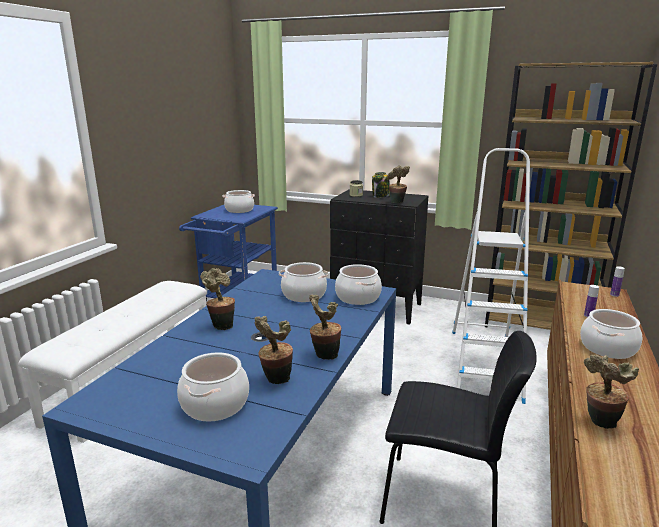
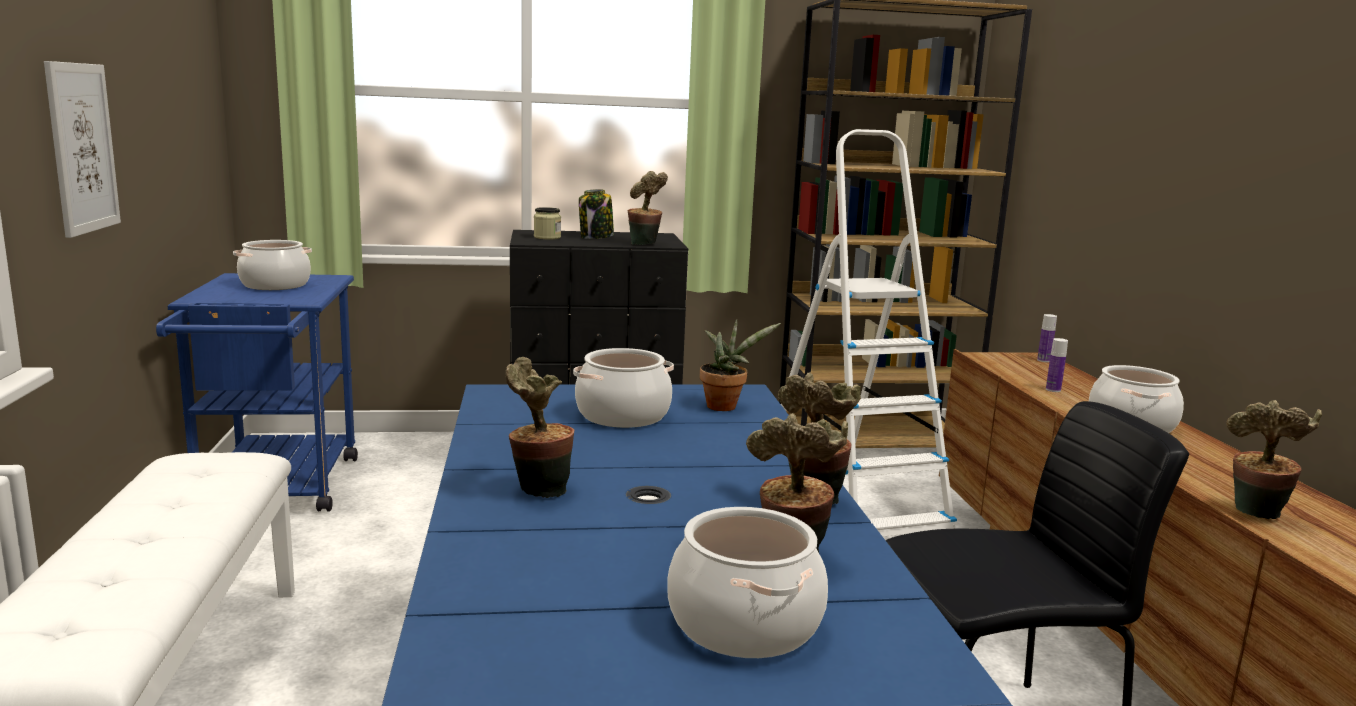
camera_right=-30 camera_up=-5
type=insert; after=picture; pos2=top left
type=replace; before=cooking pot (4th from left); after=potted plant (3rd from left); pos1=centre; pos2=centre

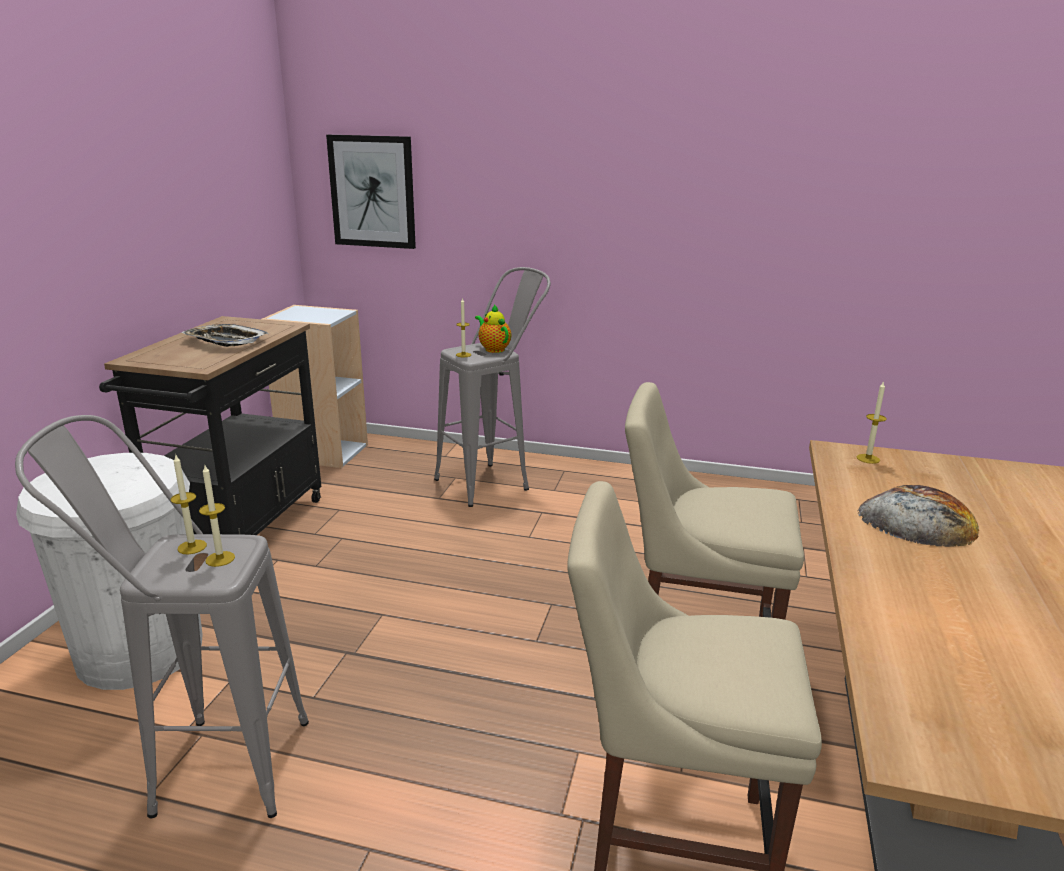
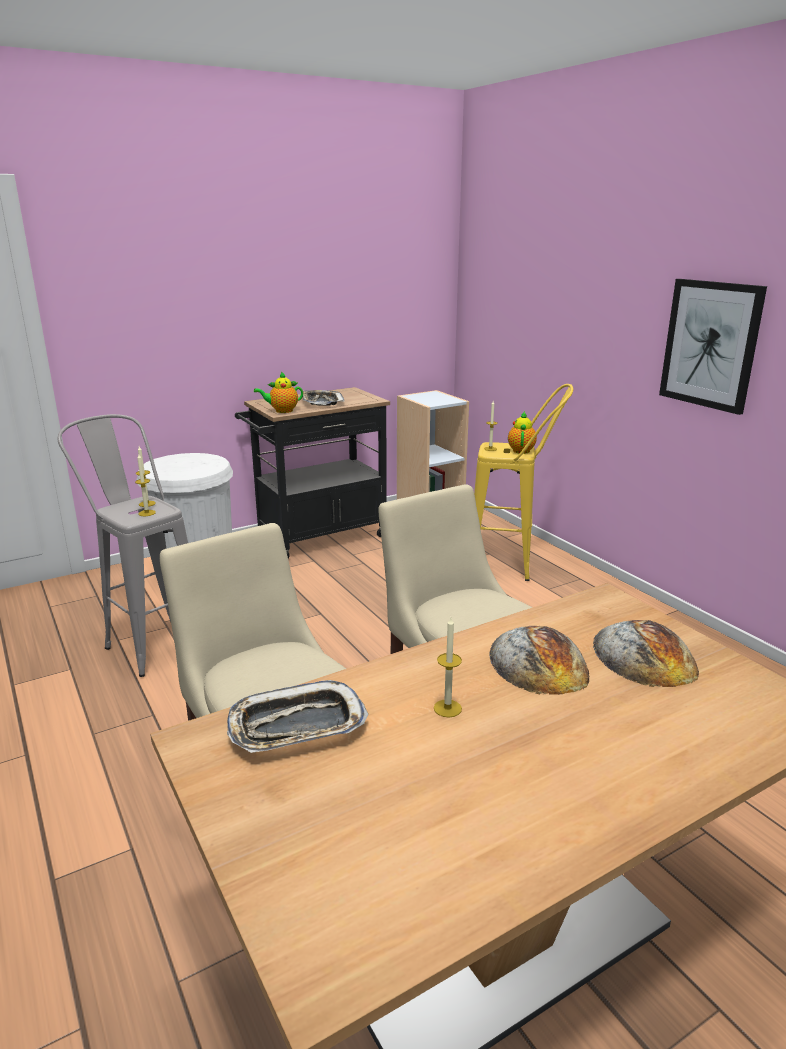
camera_right=45 camera_up=0
type=insert; after=tray (1st from left); pos2=bottom centre
type=insert; after=teapot (1st from left); pos2=centre
type=insert; after=bread (2nd from left); pos2=middle right
type=move; before=picture; pos1=top centre; pos2=top right
type=move; before=candle (4th from left in the first image); after=candle (3rd from left); pos1=middle right; pos2=centre
type=recolor; before=grey stool (2nd from left); after=yellow stool; pos1=centre; pos2=centre

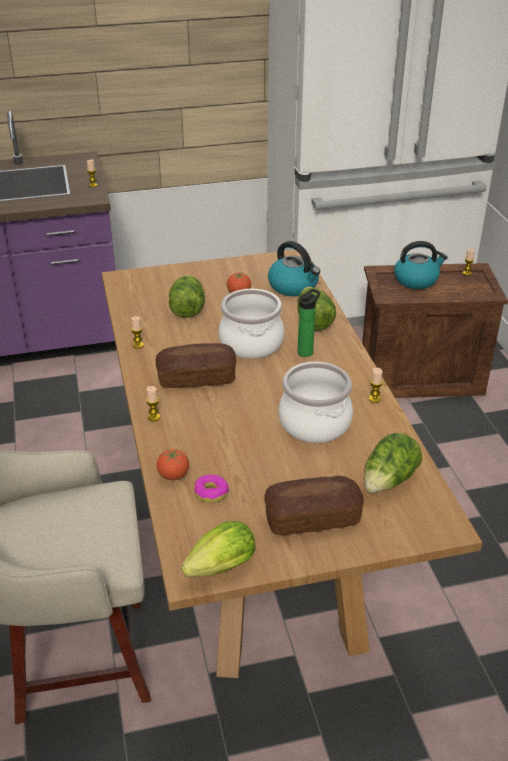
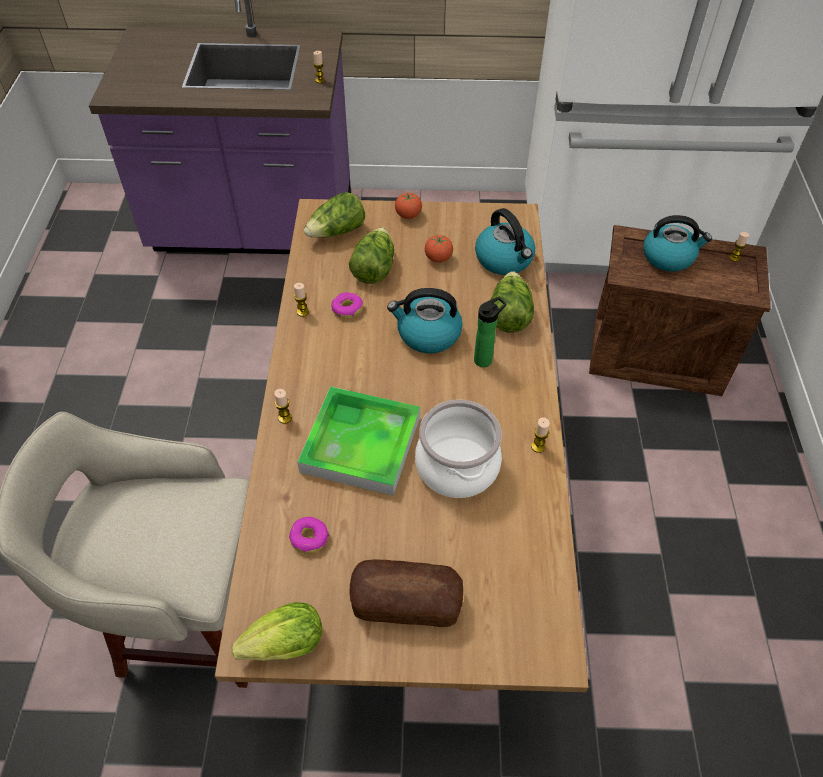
camera_right=15 camera_up=15
type=delete; before=bread (1st from left); pos1=centre
type=insert; after=tray; pos2=centre
type=insert; after=donut (2nd from left); pos2=centre
type=move; before=tomato (1st from left); pos1=centre; pos2=top centre
type=move; before=lettuce (4th from left in the first image); after=lettuce (2nd from left); pos1=middle right; pos2=top centre
type=replace; before=cooking pot (1st from left); after=kettle (1st from left); pos1=centre; pos2=centre

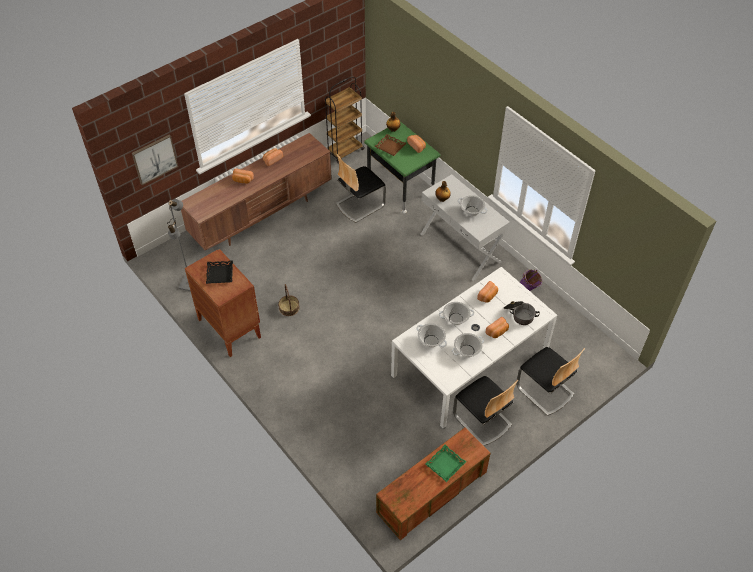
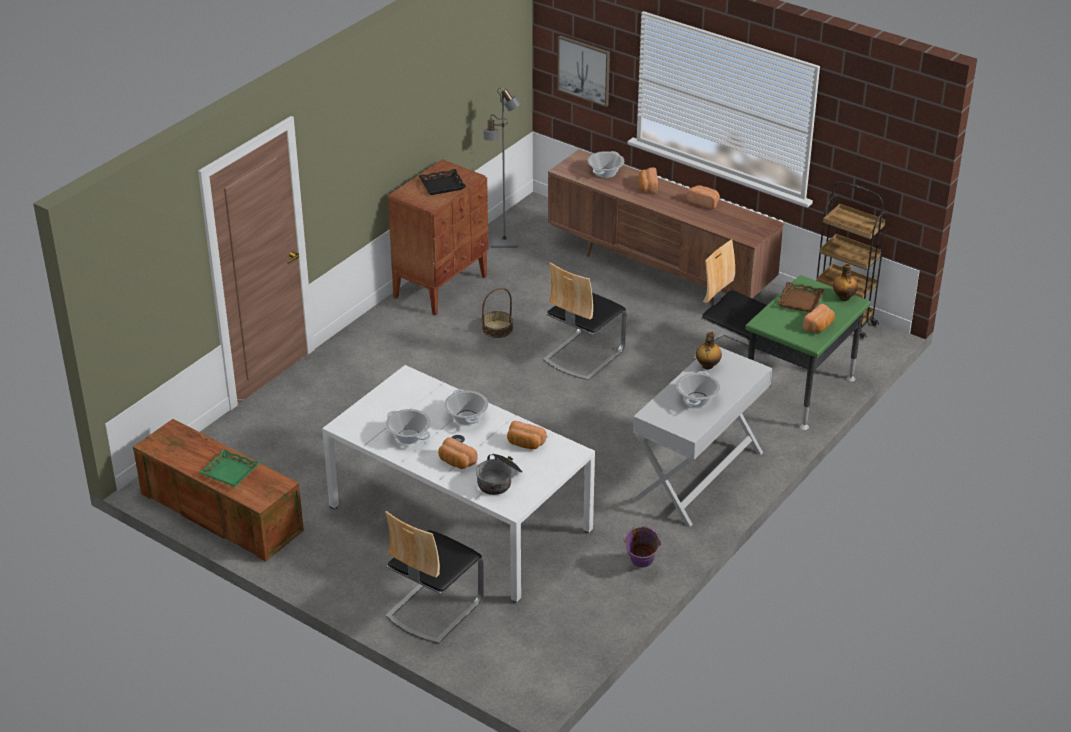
camera_right=75 camera_up=-15
type=move; before=cooking pot (1st from left in the first image); after=cooking pot (4th from left); pos1=centre; pos2=top centre
type=move; before=chair (2nd from left); pos1=bottom centre; pos2=centre

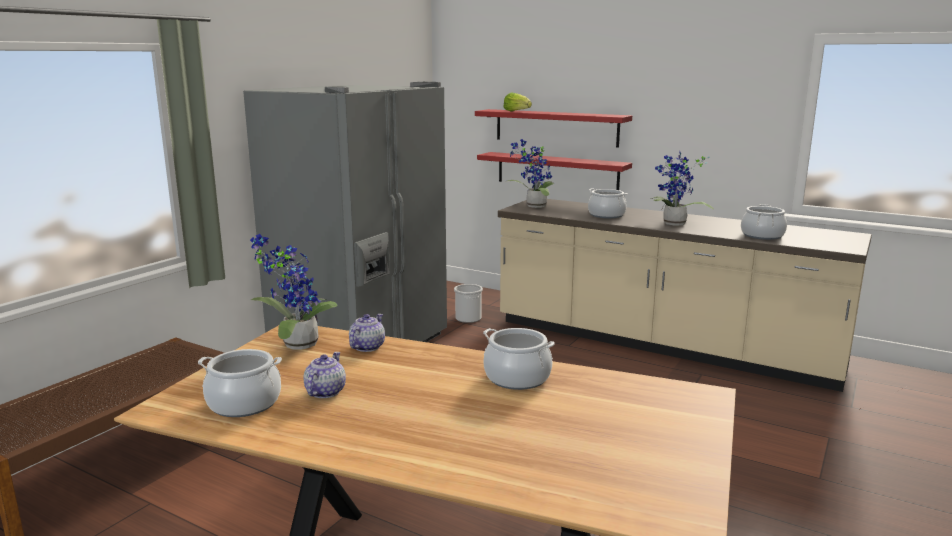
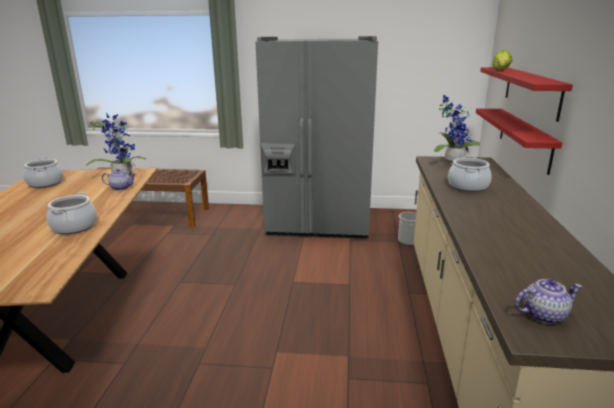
camera_right=65 camera_up=5
type=delete; before=potted plant (3rd from left); pos1=middle right
type=delete; before=cooking pot (4th from left); pos1=middle right
type=move; before=teapot (1st from left in the first image); after=teapot (2nd from left); pos1=bottom centre; pos2=bottom right

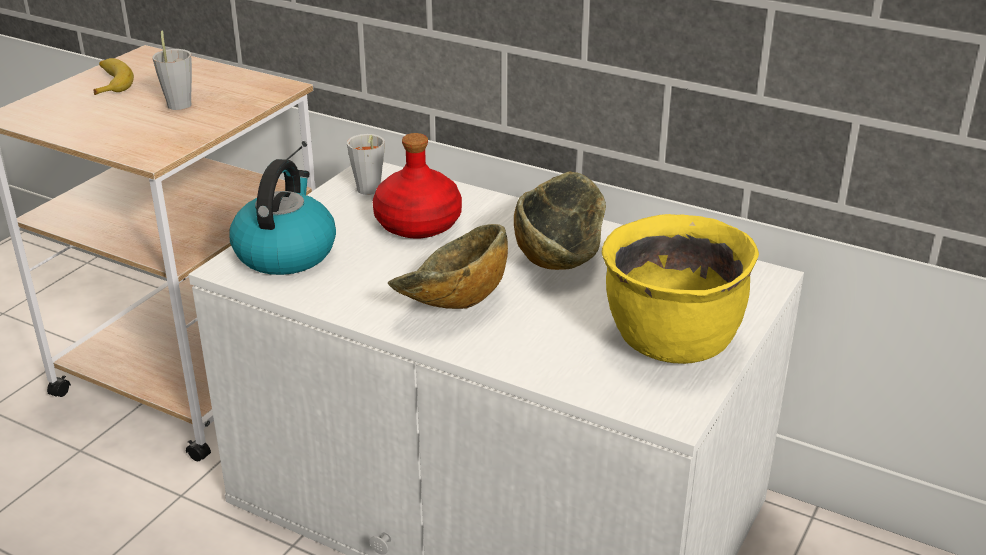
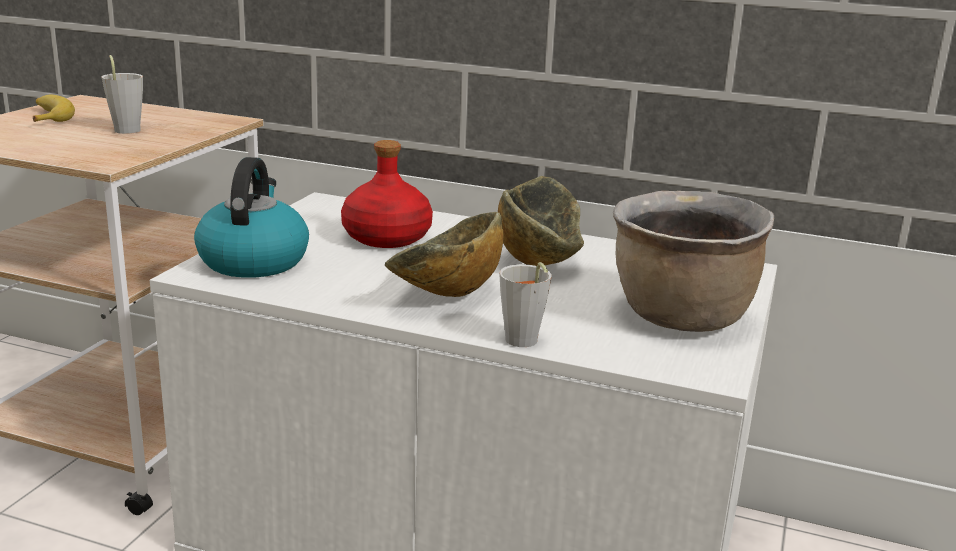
camera_right=-10 camera_up=-10
type=move; before=grey cup (2nd from left); pos1=top centre; pos2=centre
type=recolor; before=yellow cooking pot; after=brown cooking pot; pos1=middle right; pos2=middle right

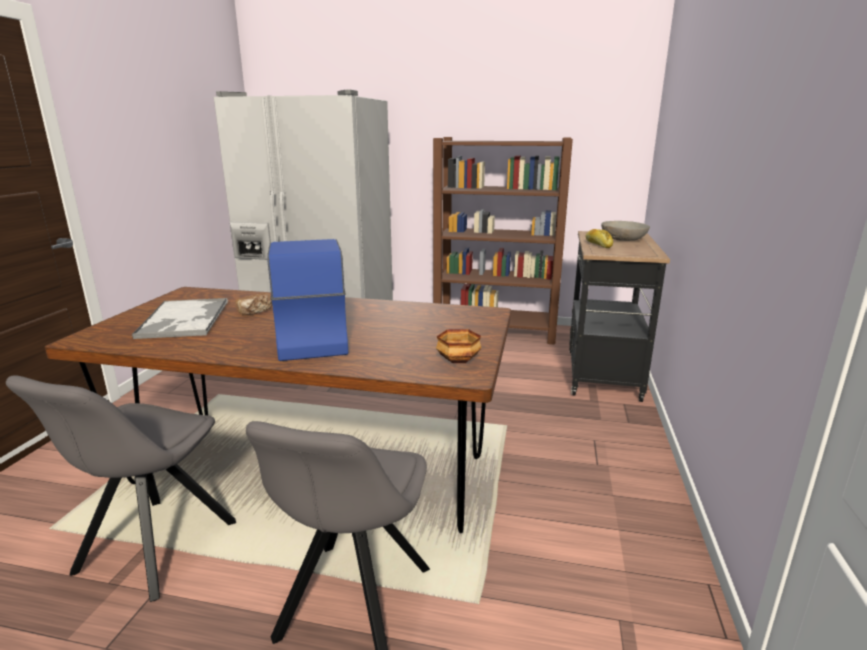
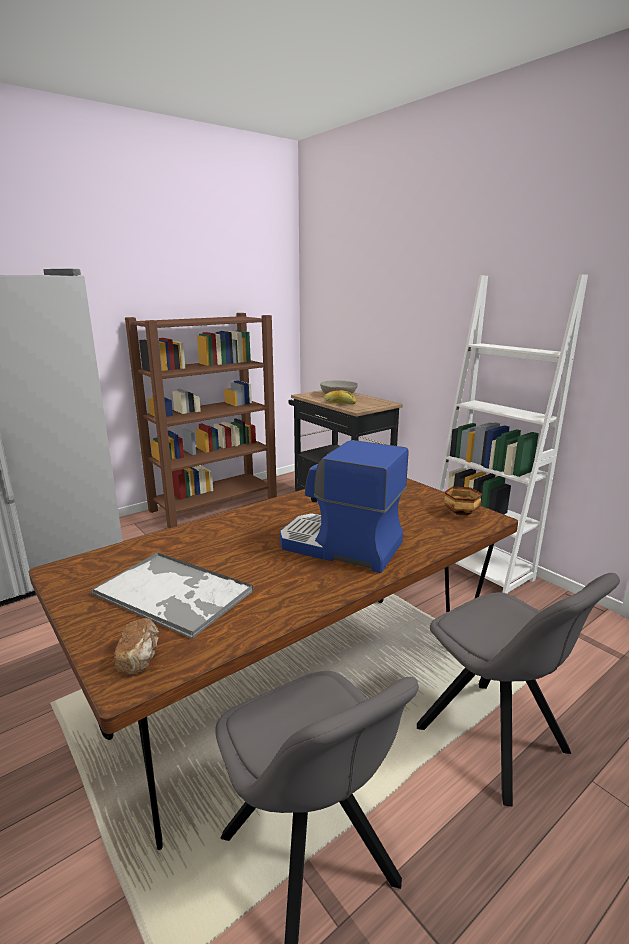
camera_right=-50 camera_up=0
type=insert; after=white bookcase; pos2=middle right
type=move; before=bread (1st from left); pos1=middle left; pos2=bottom left

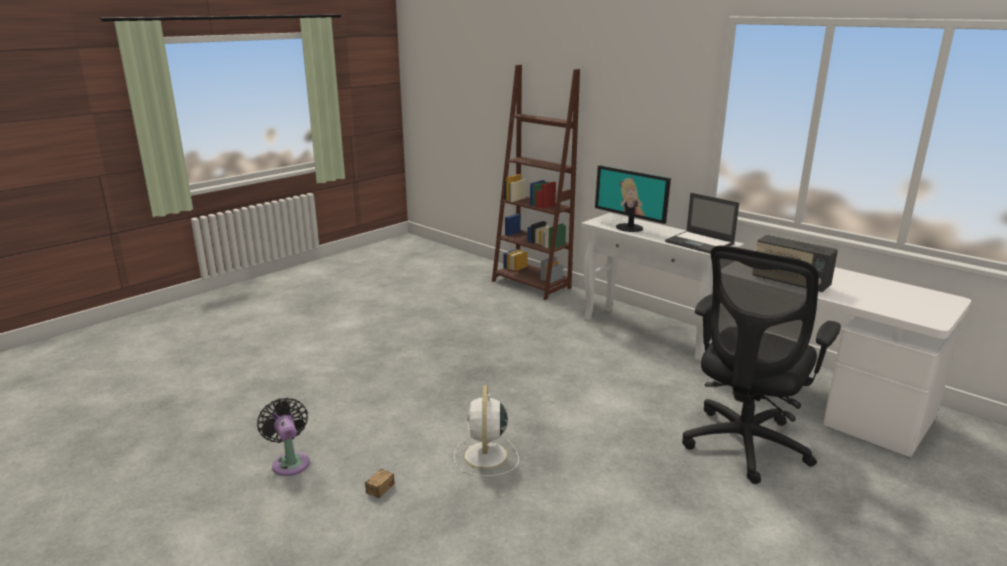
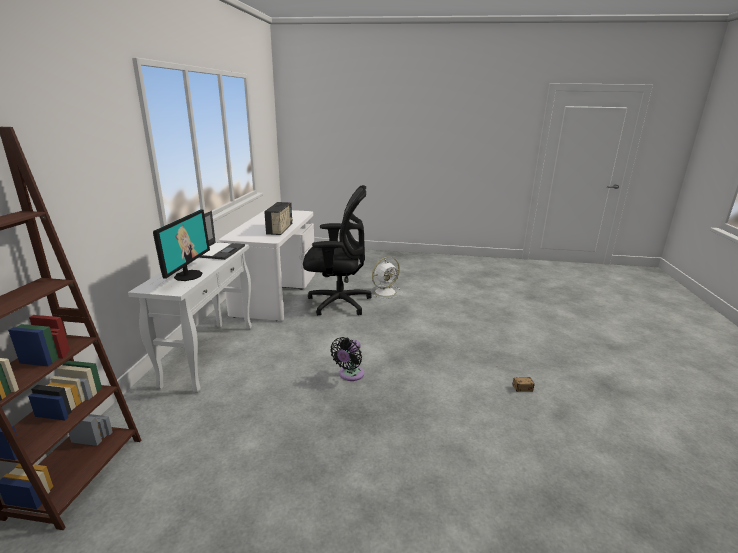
camera_right=-125 camera_up=0
type=move; before=black fan; pos1=bottom left; pos2=centre
type=move; before=white fan; pos1=bottom centre; pos2=centre

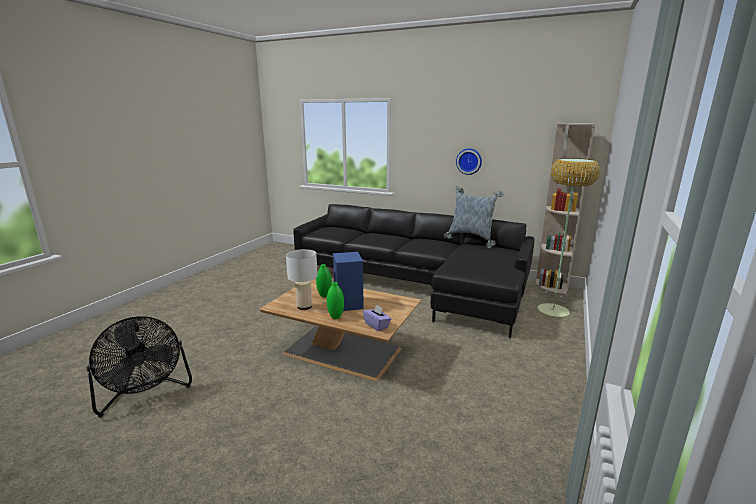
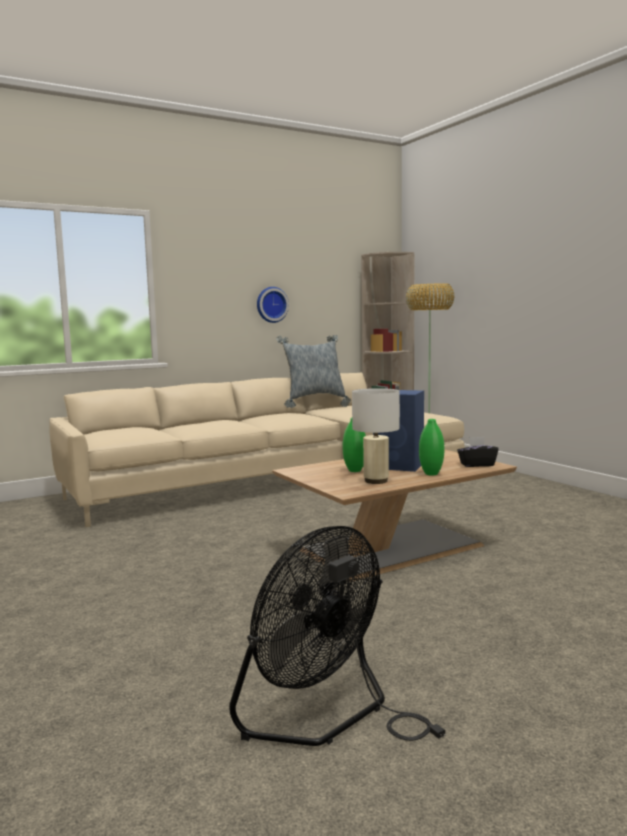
camera_right=-55 camera_up=-10
type=recolor; before=black sofa; after=beige sofa; pos1=centre; pos2=centre
type=recolor; before=purple tissue box; after=black tissue box; pos1=centre; pos2=middle right
type=rotate; before=black fan; pos1=bottom left; pos2=bottom centre; turn=-135

